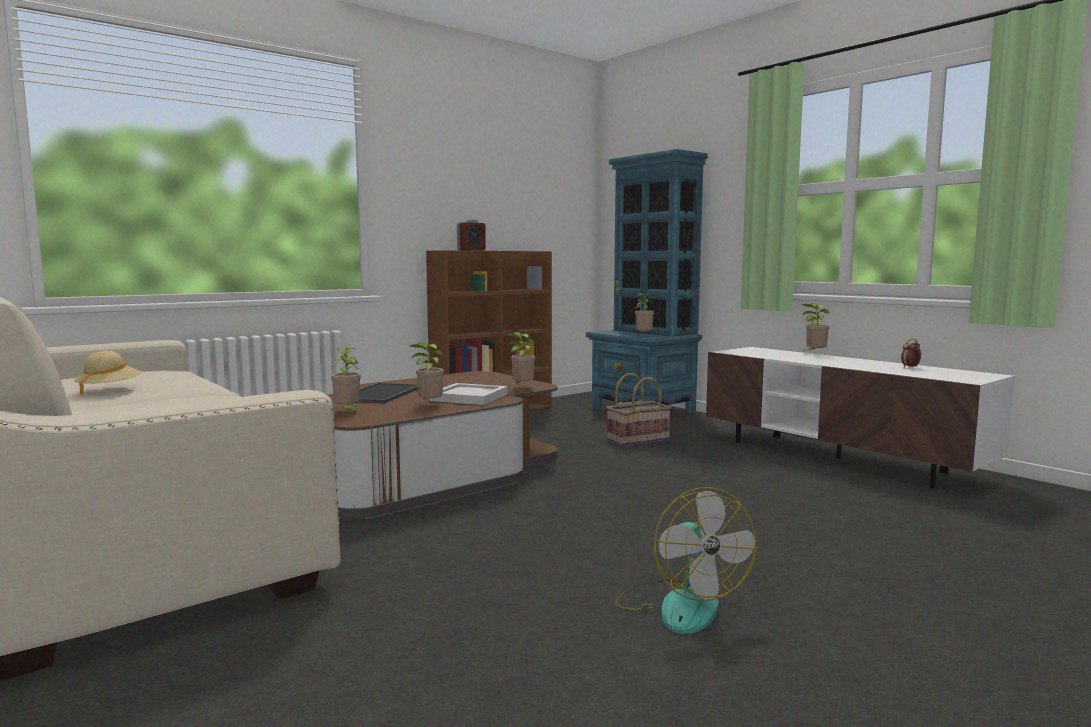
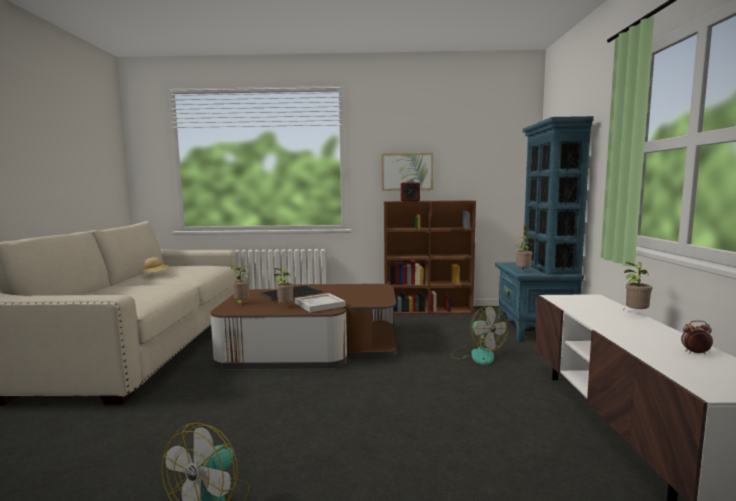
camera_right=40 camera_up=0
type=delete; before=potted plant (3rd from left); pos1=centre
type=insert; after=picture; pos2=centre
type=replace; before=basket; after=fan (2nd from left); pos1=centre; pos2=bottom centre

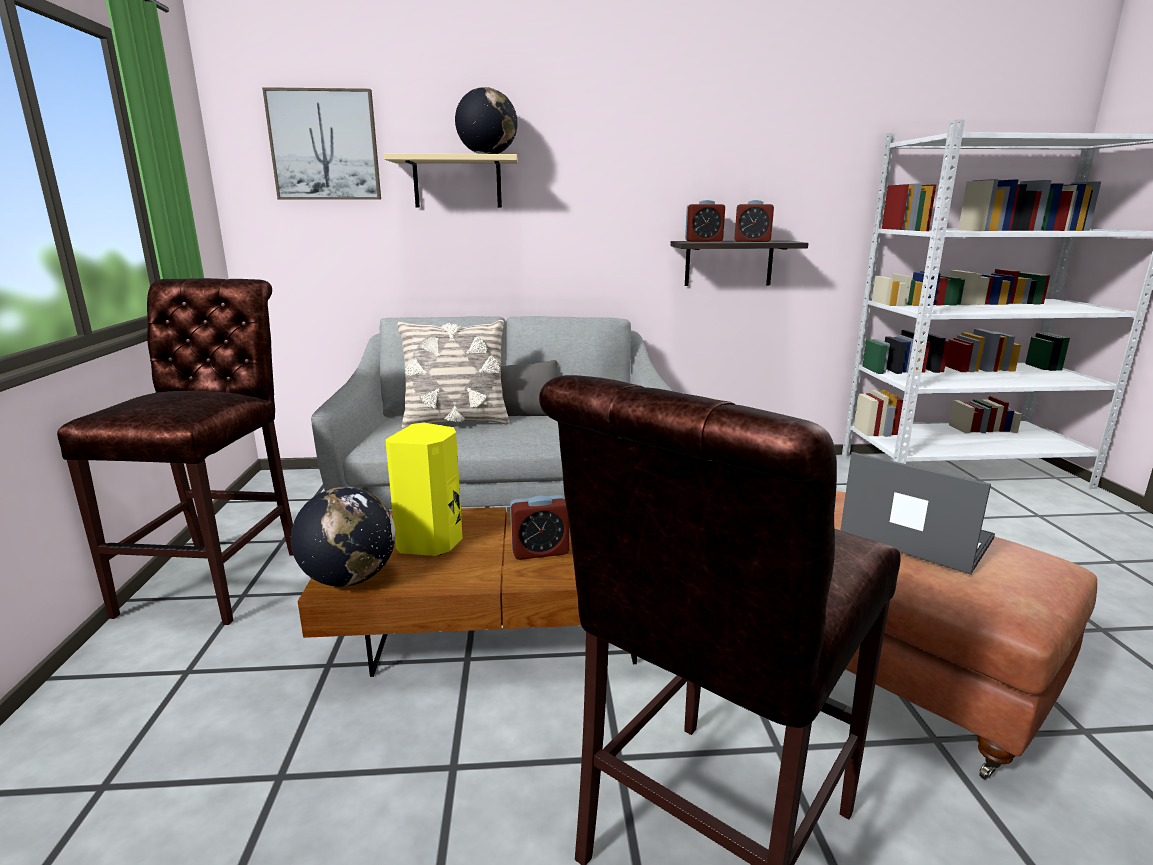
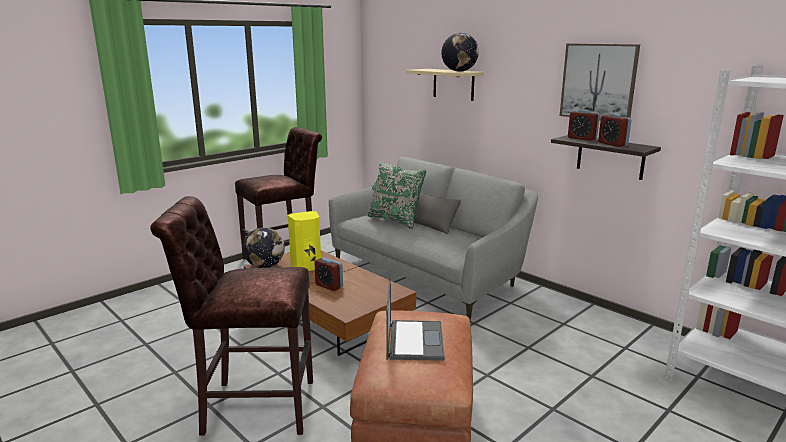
camera_right=50 camera_up=0
type=move; before=picture; pos1=top left; pos2=top right
type=recolor; before=beige pillow; after=green pillow; pos1=centre; pos2=centre

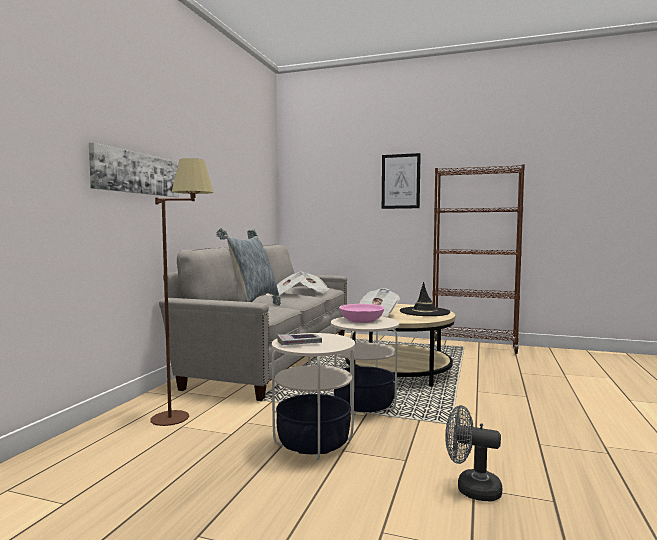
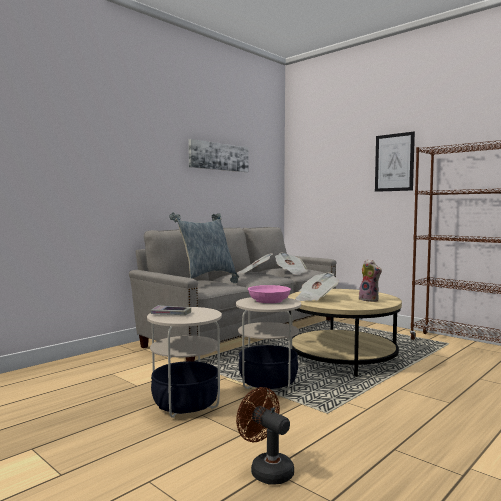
camera_right=25 camera_up=0
type=delete; before=brown floor lamp; pos1=middle left
type=move; before=picture (1st from left); pos1=top left; pos2=top centre
type=replace; before=black hat; after=plush toy; pos1=centre; pos2=middle right
type=recolor; before=grey fan; after=brown fan; pos1=bottom right; pos2=bottom centre

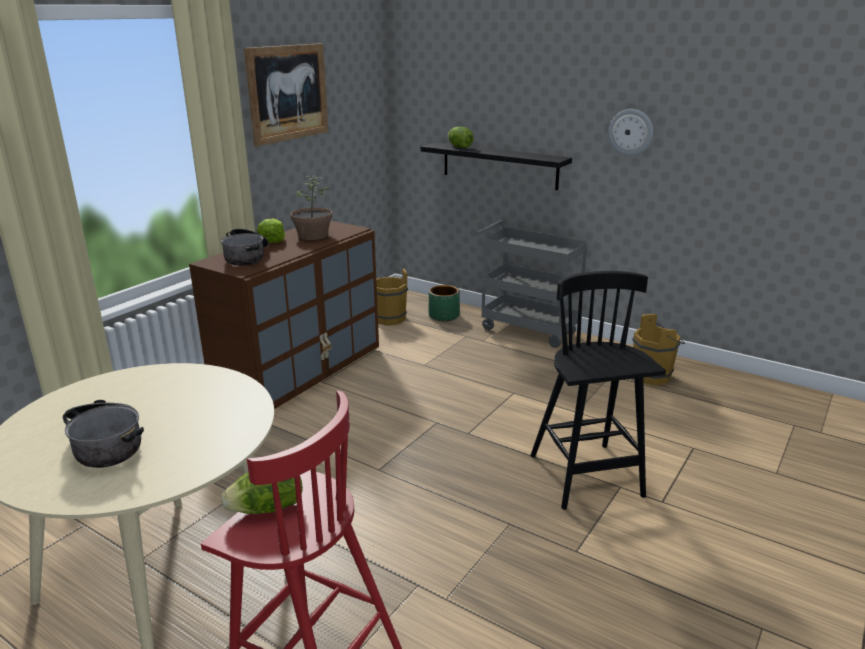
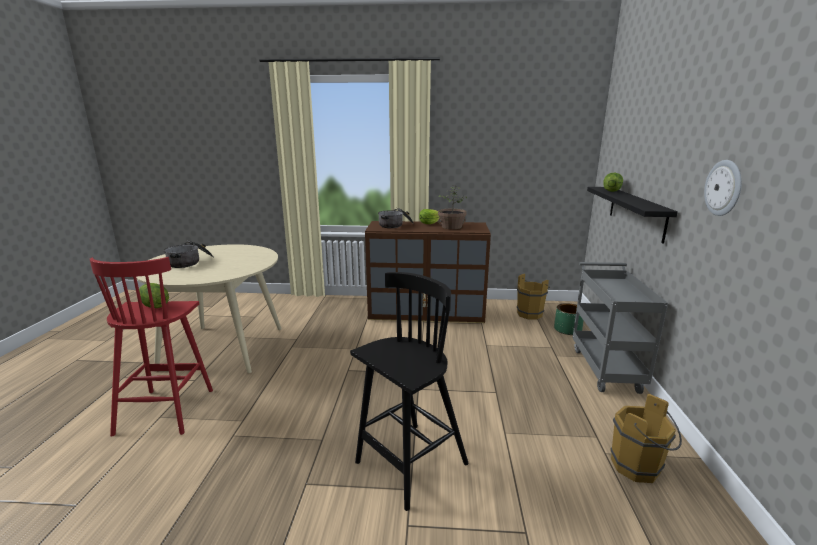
camera_right=60 camera_up=-5
type=delete; before=picture; pos1=top left

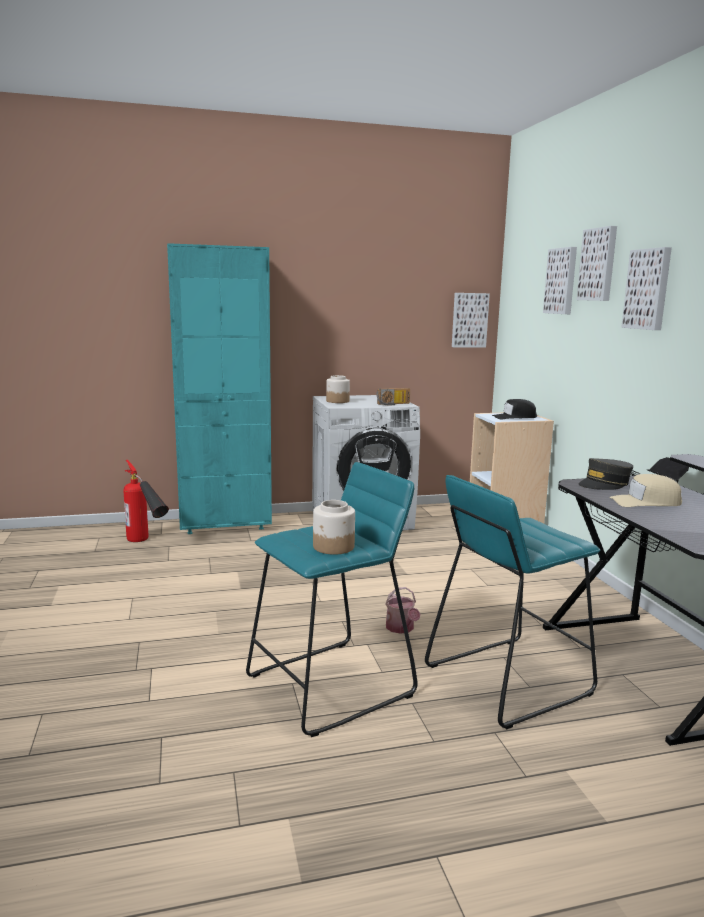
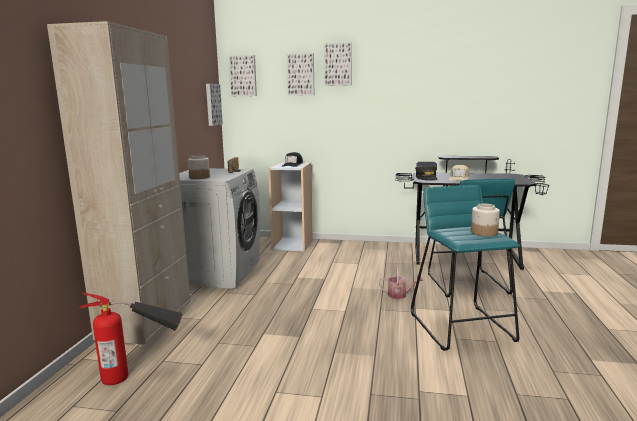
camera_right=-65 camera_up=0
type=move; before=picture (4th from left in the first image); after=picture (2nd from left); pos1=top right; pos2=top centre
type=recolor; before=turquoise cabinet; after=beige cabinet; pos1=middle left; pos2=middle left

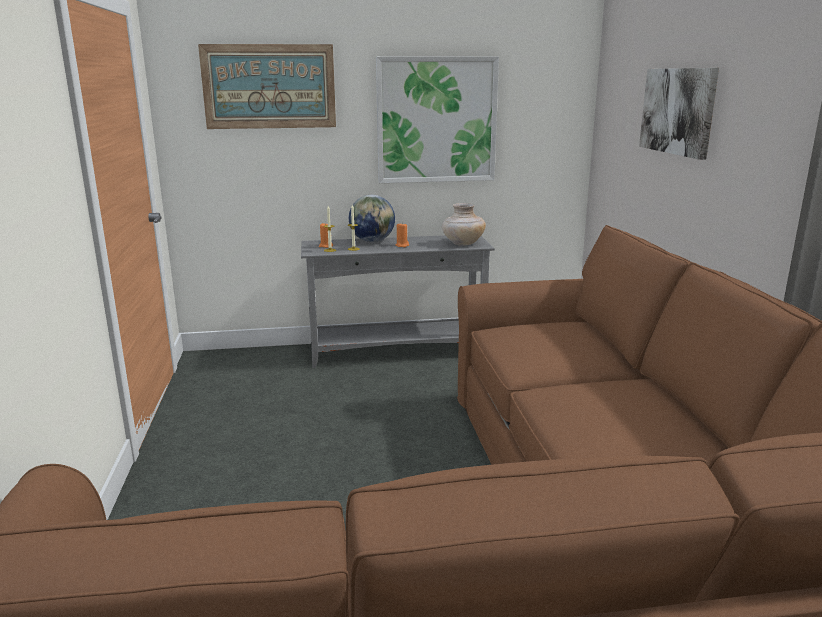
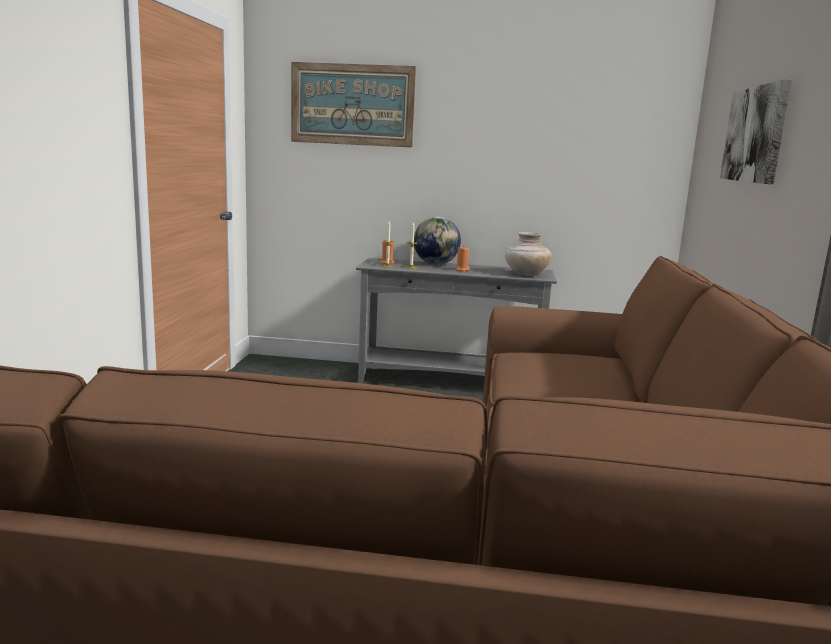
camera_right=15 camera_up=-5
type=delete; before=picture (2nd from left); pos1=top centre

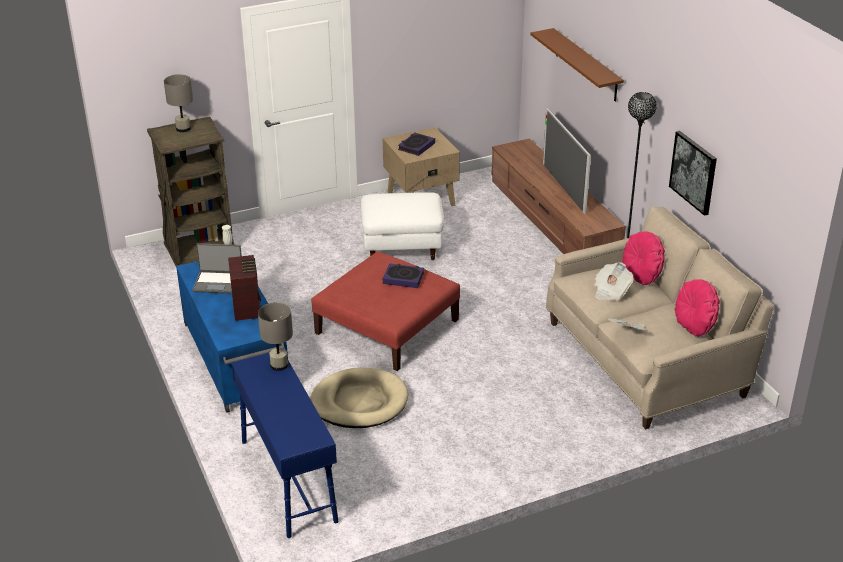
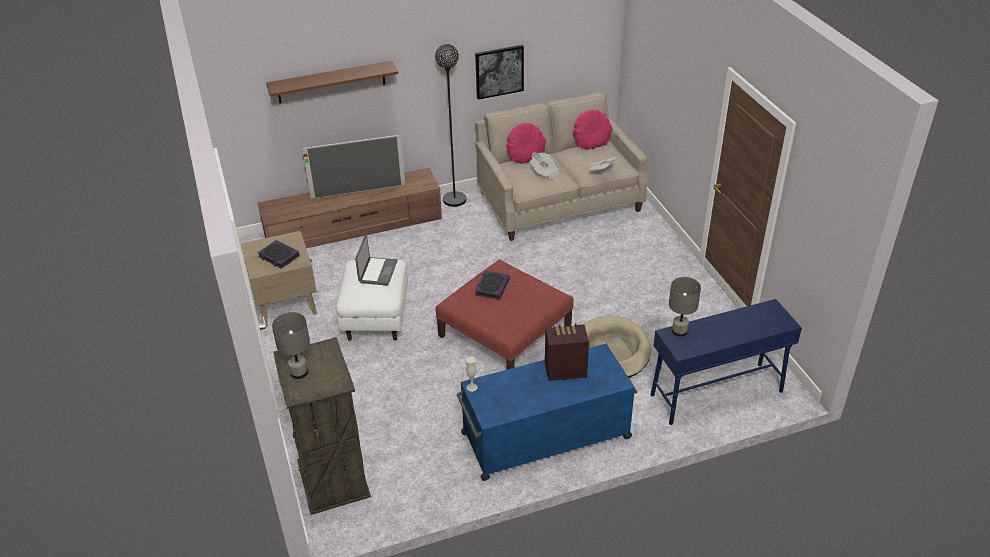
camera_right=-85 camera_up=5
type=move; before=laptop; pos1=middle left; pos2=centre

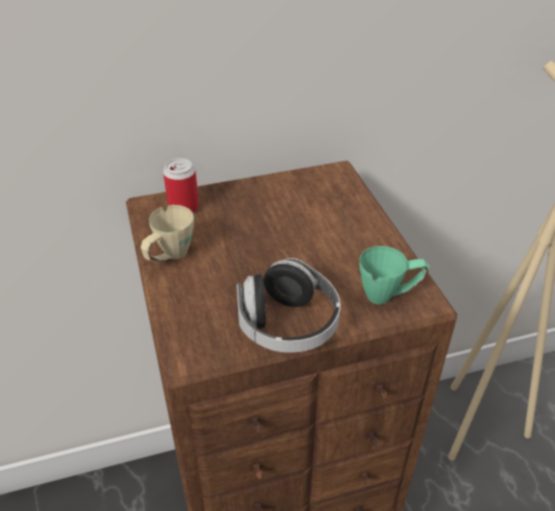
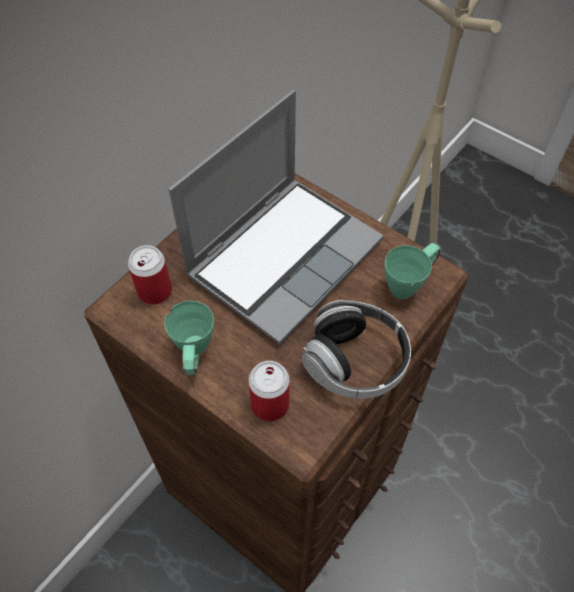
camera_right=-35 camera_up=15
type=insert; after=laptop; pos2=centre
type=insert; after=can (2nd from left); pos2=centre
type=recolor; before=beige mug; after=green mug (1st from left); pos1=middle left; pos2=middle left

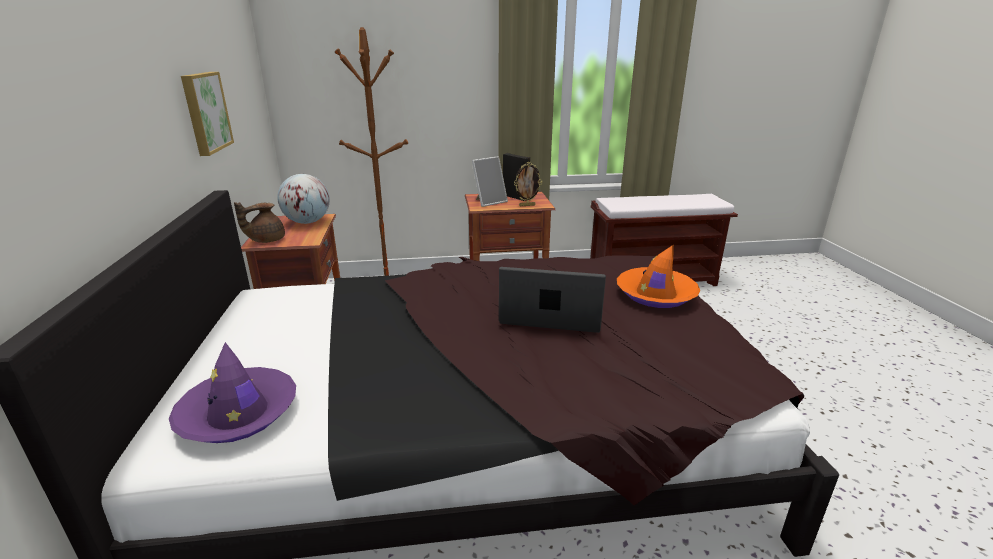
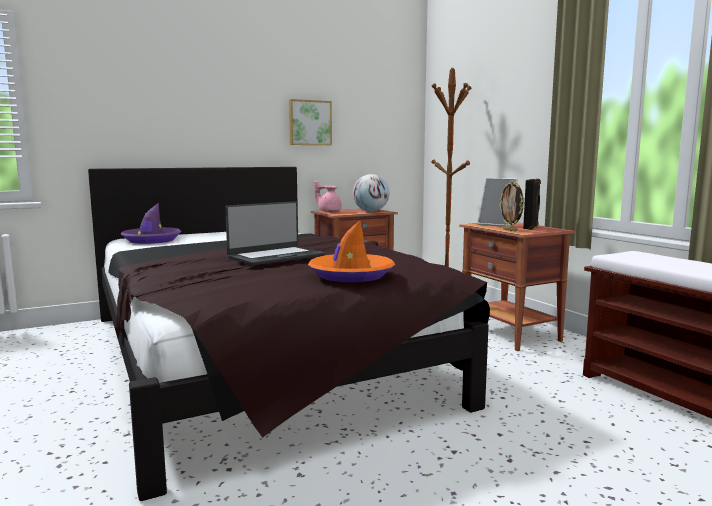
camera_right=70 camera_up=-15
type=recolor; before=brown teapot; after=pink teapot; pos1=middle left; pos2=centre
type=rotate; before=laptop; pos1=centre; pos2=centre; turn=60

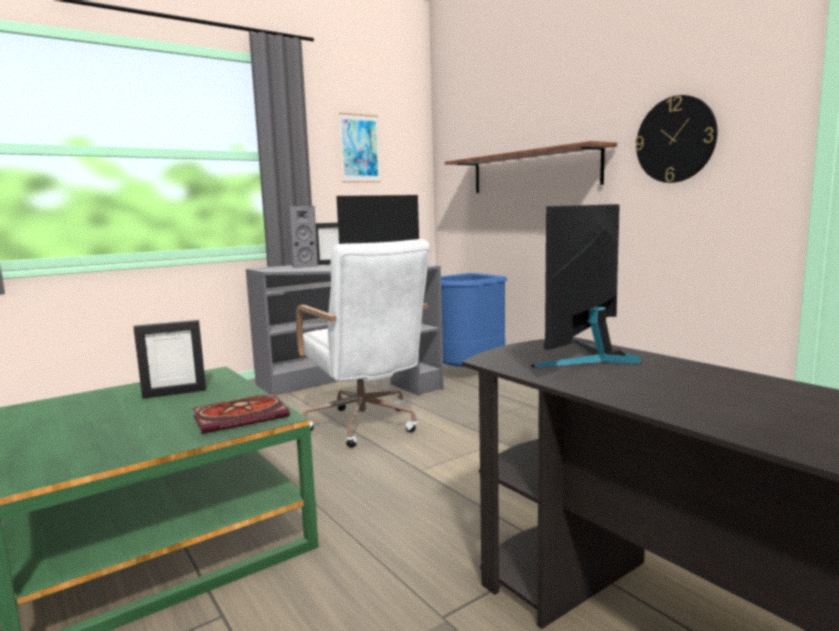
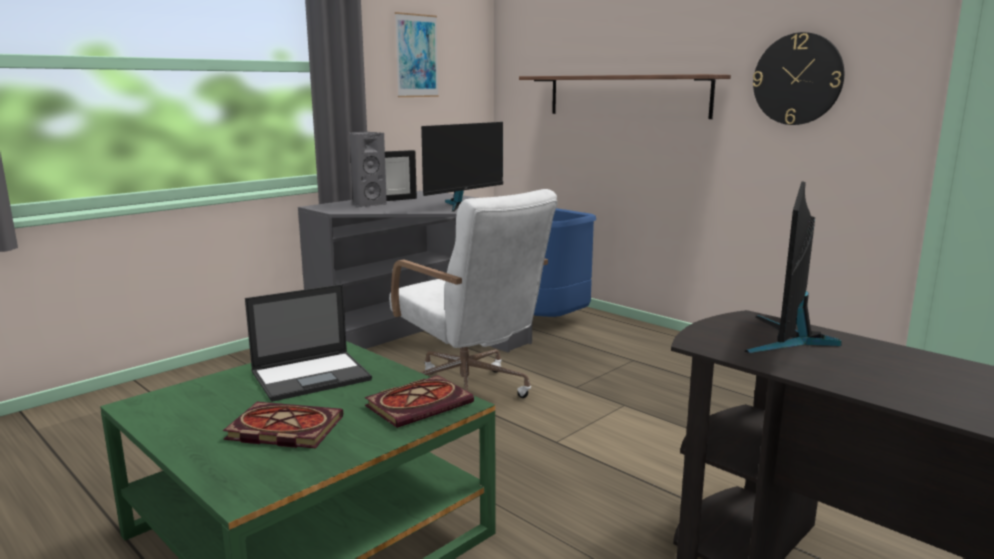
camera_right=-10 camera_up=5
type=insert; after=book (1st from left); pos2=bottom left
type=replace; before=picture frame (1st from left); after=laptop; pos1=middle left; pos2=middle left

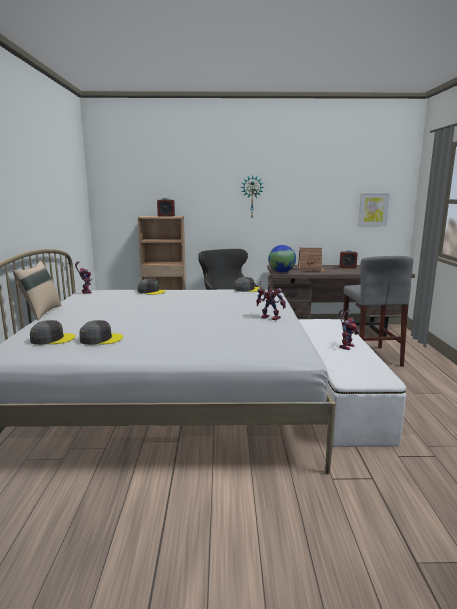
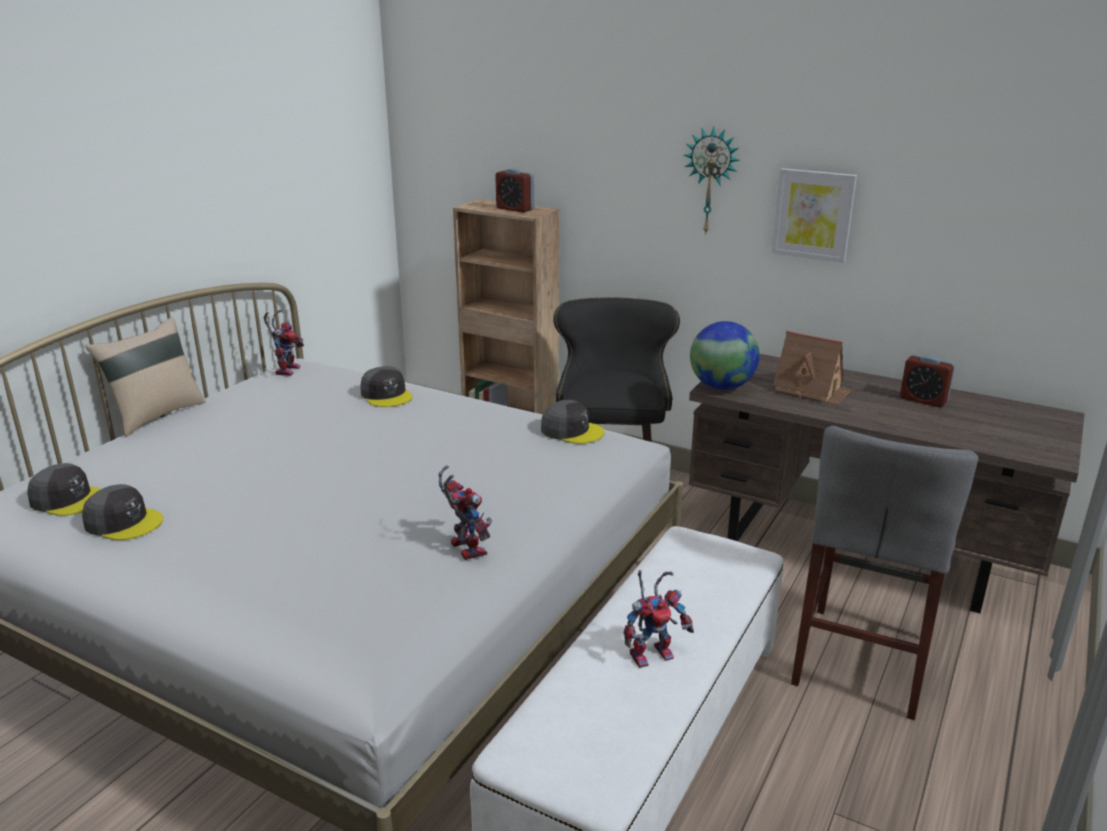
camera_right=30 camera_up=10
type=move; before=picture; pos1=middle right; pos2=top right

